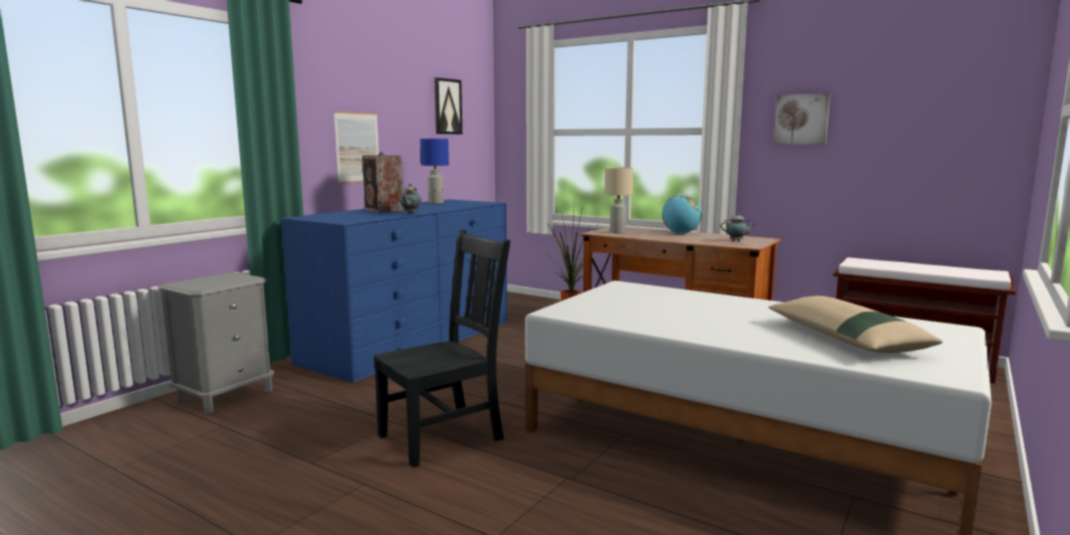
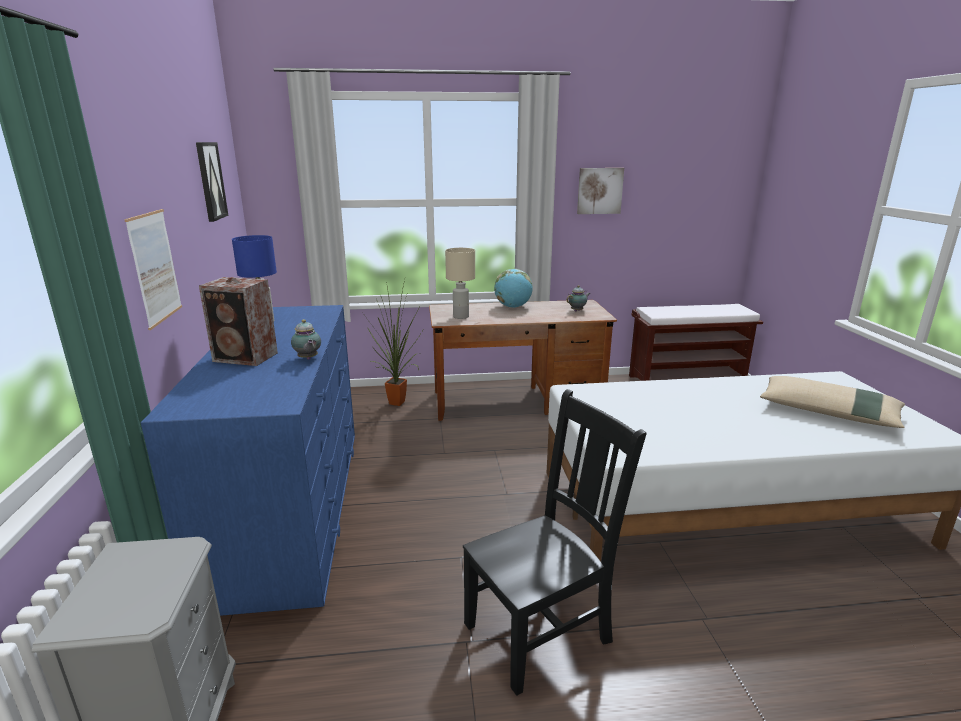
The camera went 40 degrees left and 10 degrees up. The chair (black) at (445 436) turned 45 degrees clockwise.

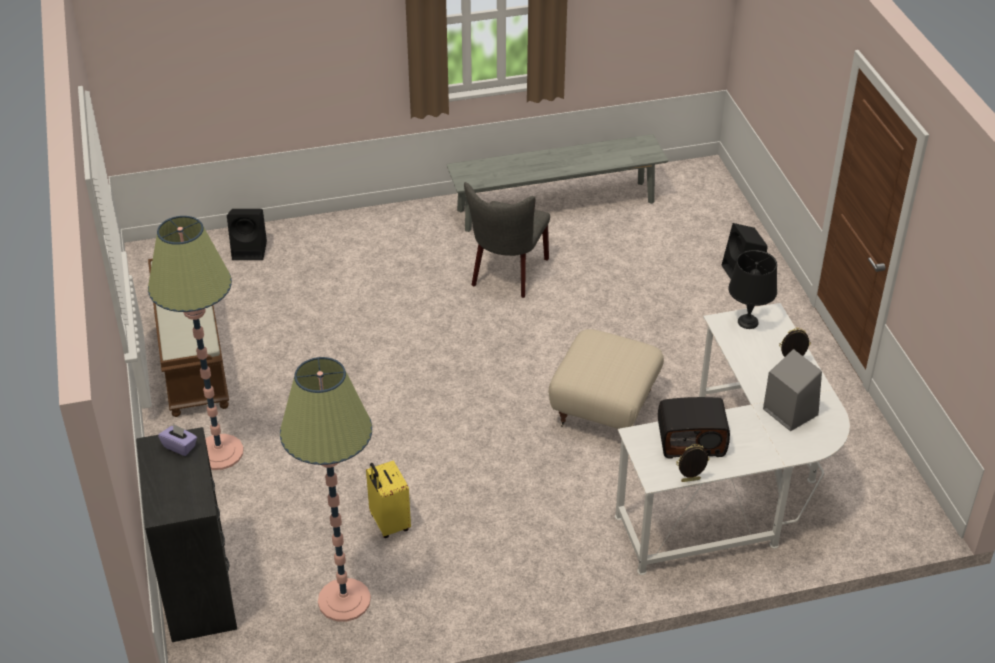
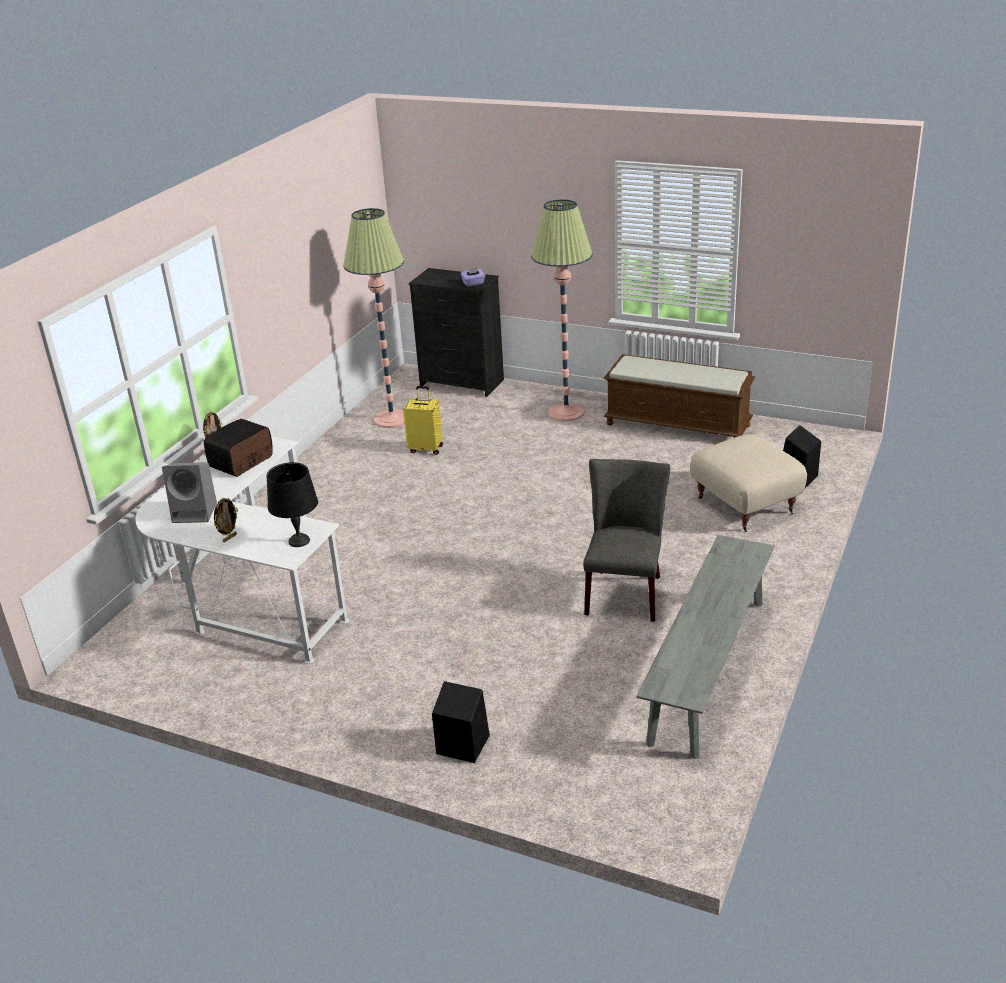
The camera went 130 degrees right and 10 degrees down. The ottoman (beige) moved from (605 408) to (745 506). The chair (grey) at (507 275) turned 45 degrees clockwise.

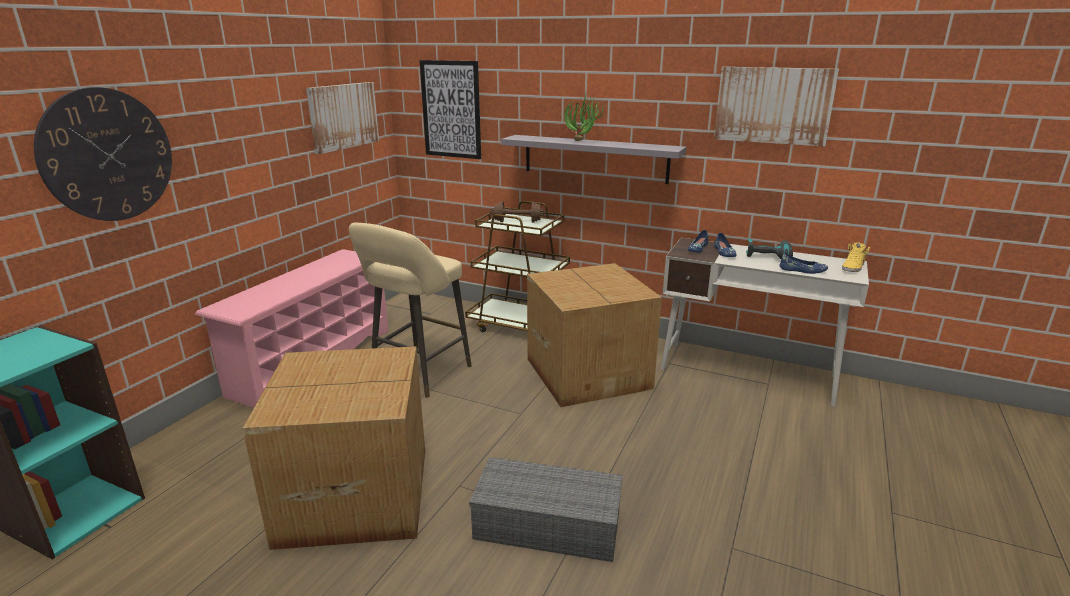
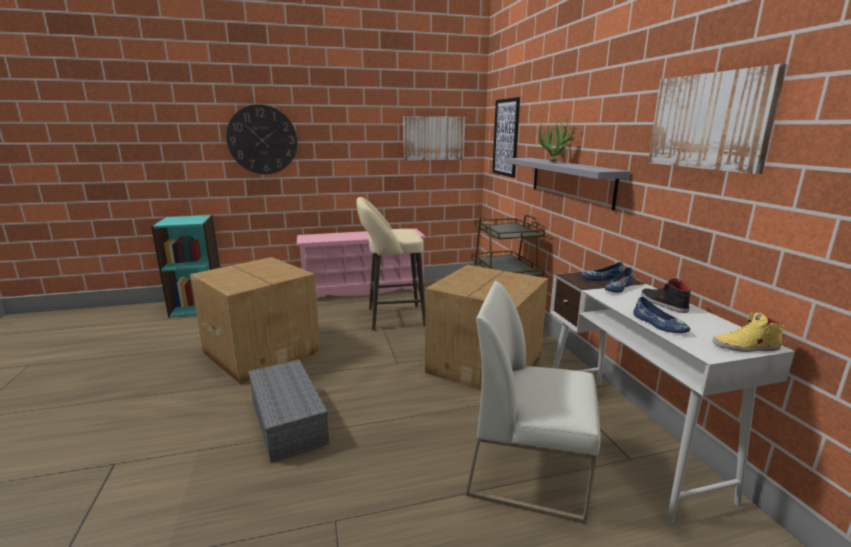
The camera went 50 degrees right and 5 degrees down. The dumbbell (brown) at (517 221) disappeared. The chair (white) at (529 470) appeared. The power drill at (768 255) was replaced by the shoe (black) at (662 303).

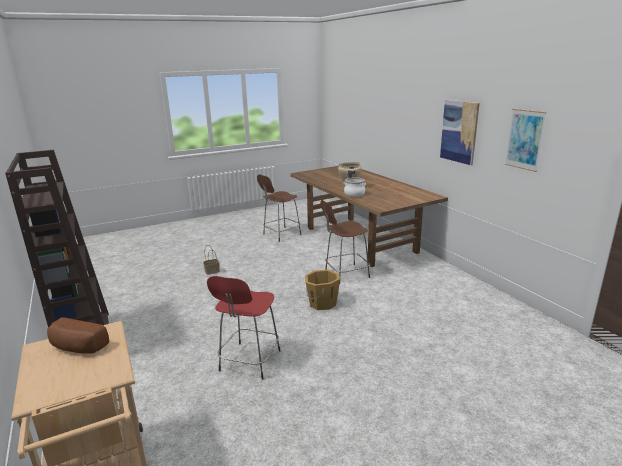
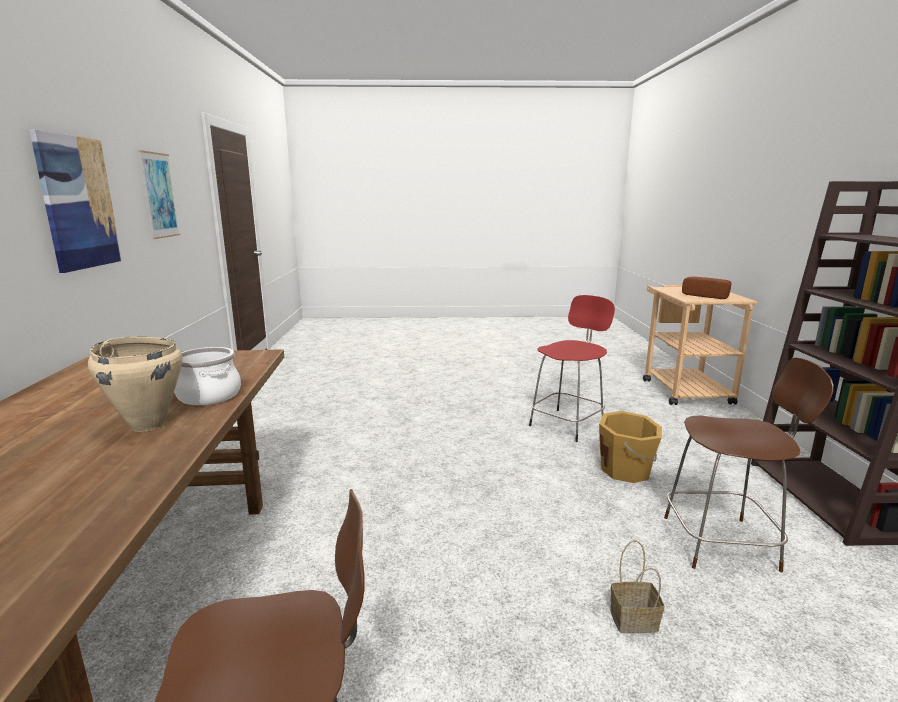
The camera went 155 degrees left and 5 degrees down. The bucket (orange) moved from (322 303) to (626 470). The chair (brown) moved from (345 274) to (723 543).

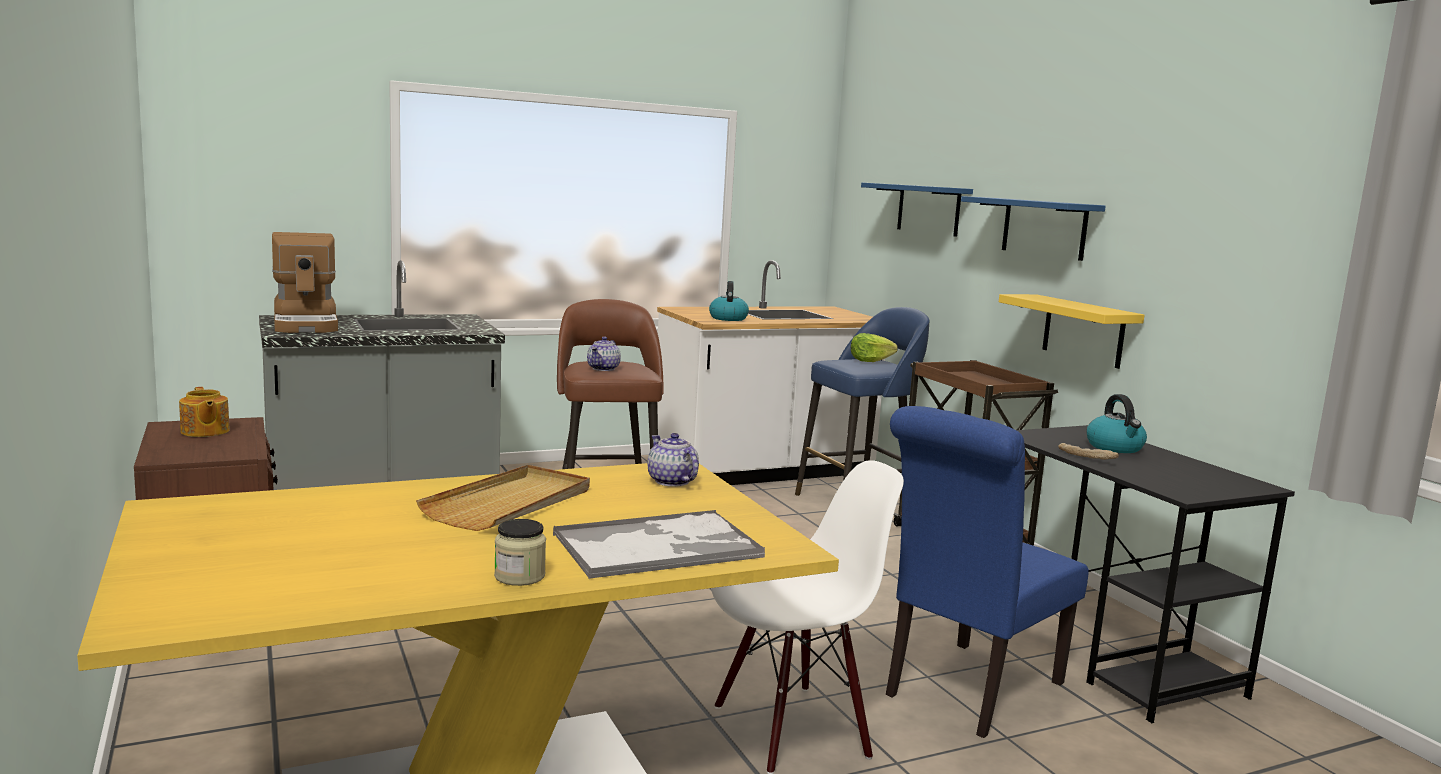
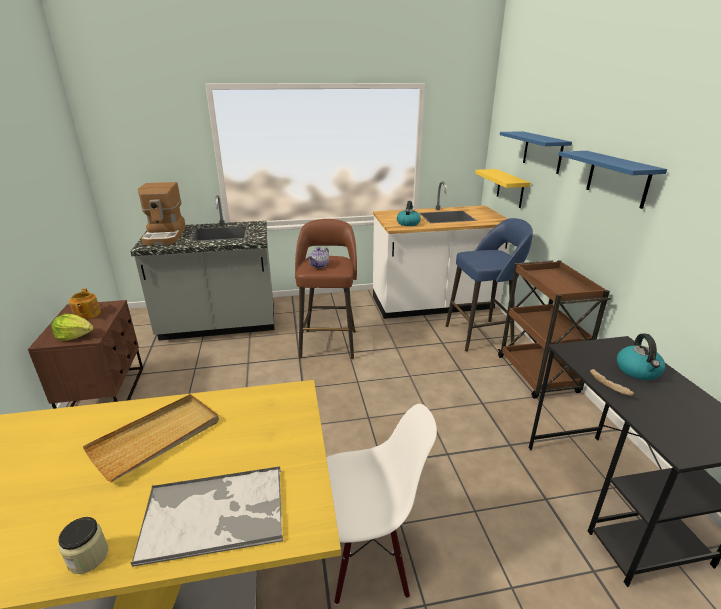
The camera went 15 degrees right and 15 degrees up. The teapot at (672 481) disappeared. The chair (blue) at (967 691) disappeared. The lettuce moved from (870 361) to (75 336). The shelf (yellow) moved from (1083 331) to (510 188).

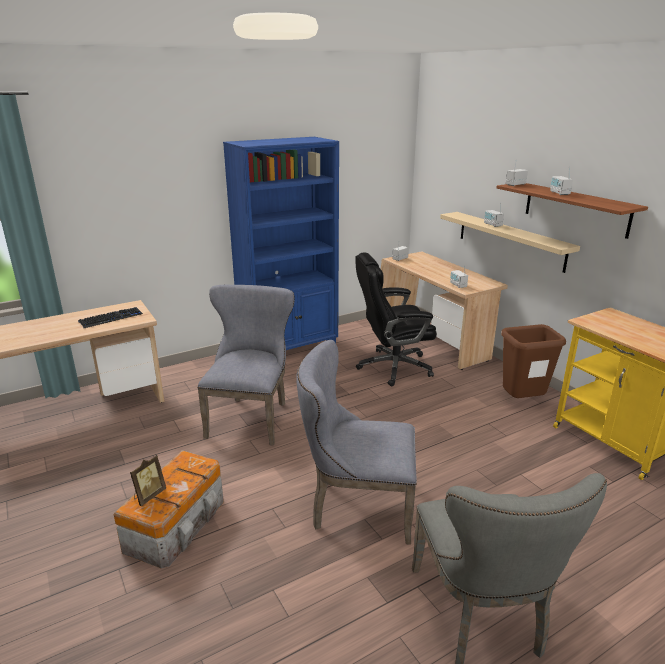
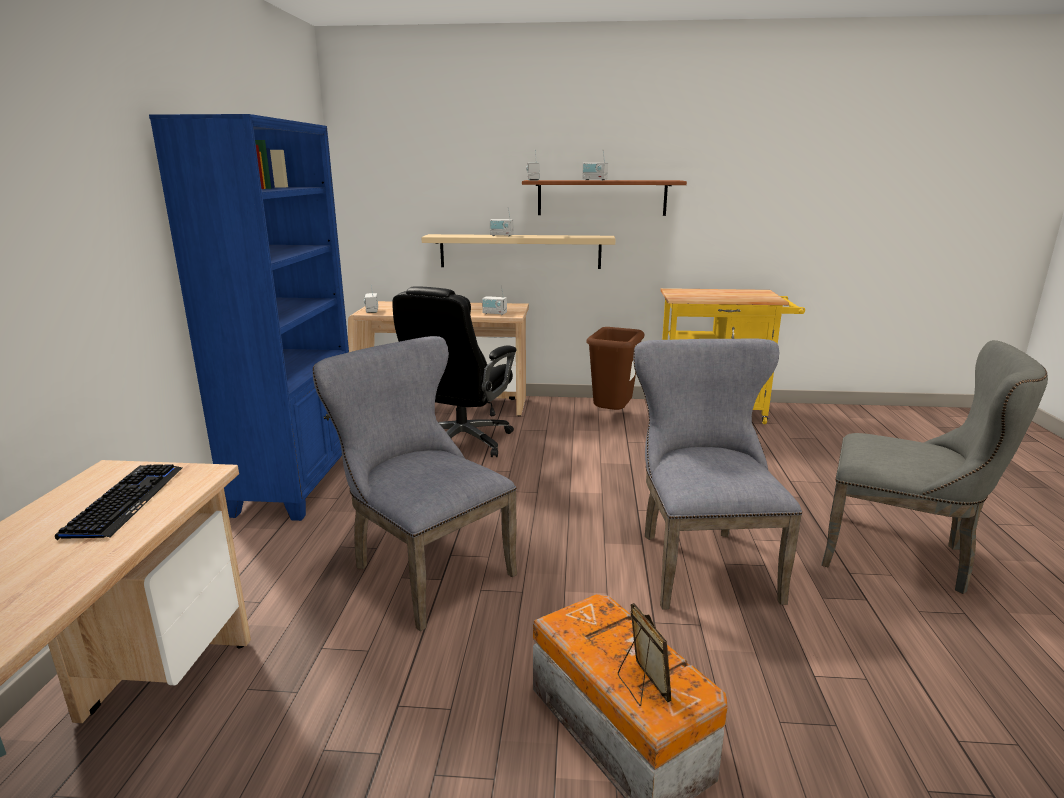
The camera went 55 degrees left and 5 degrees down. The chair (grey) at (356 507) turned 135 degrees clockwise.

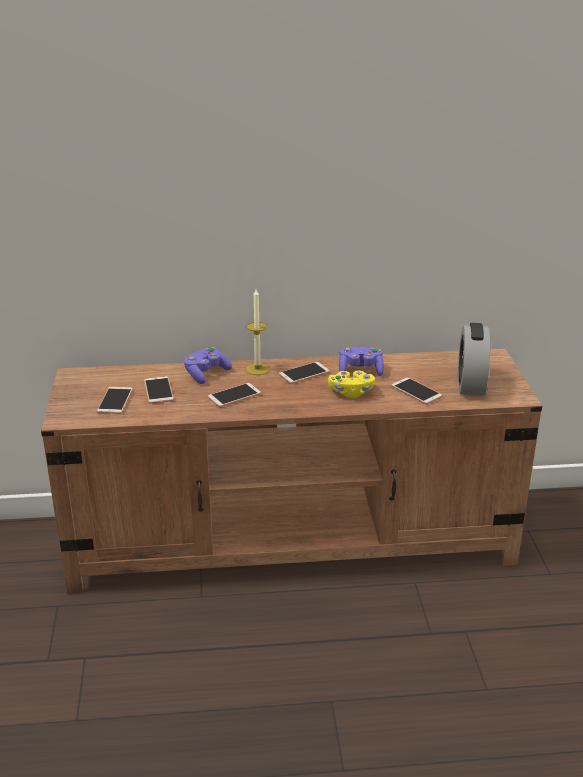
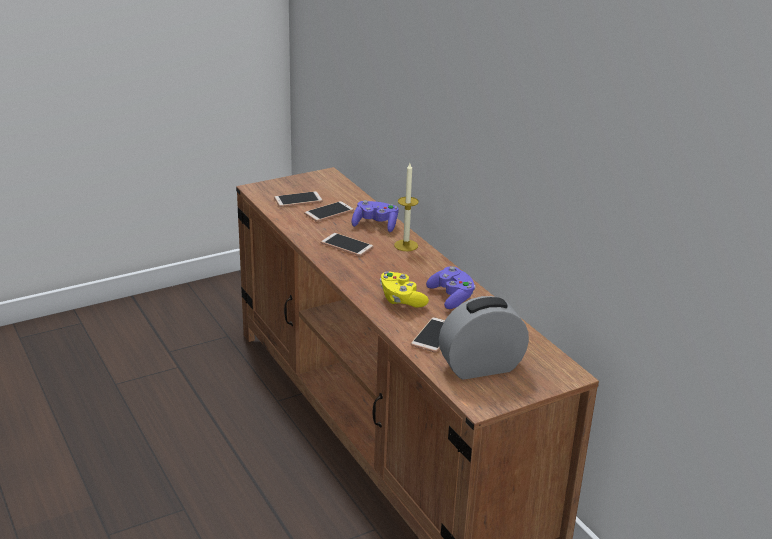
The camera went 65 degrees right and 0 degrees up. The phone at (304 373) disappeared.

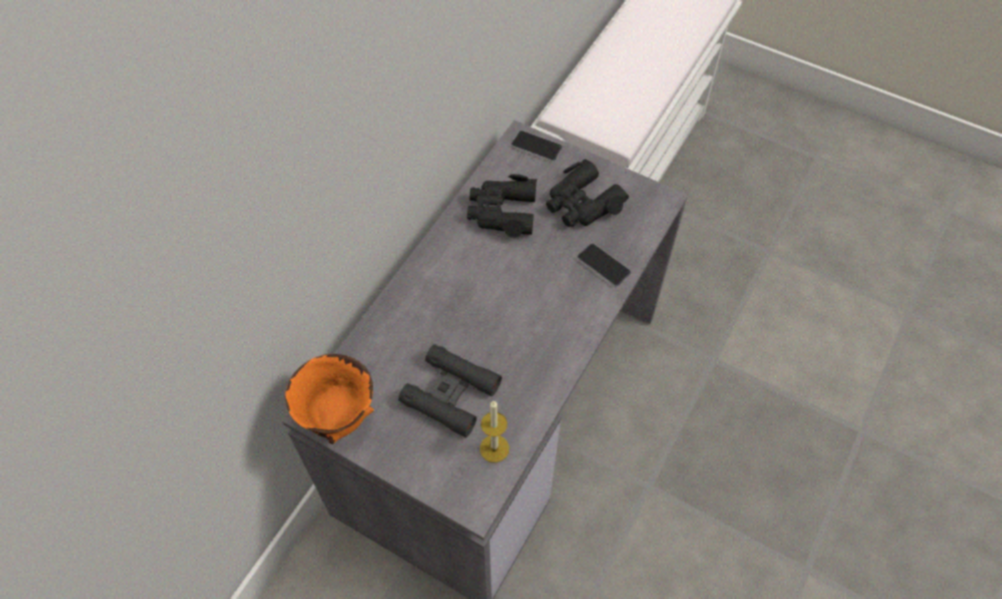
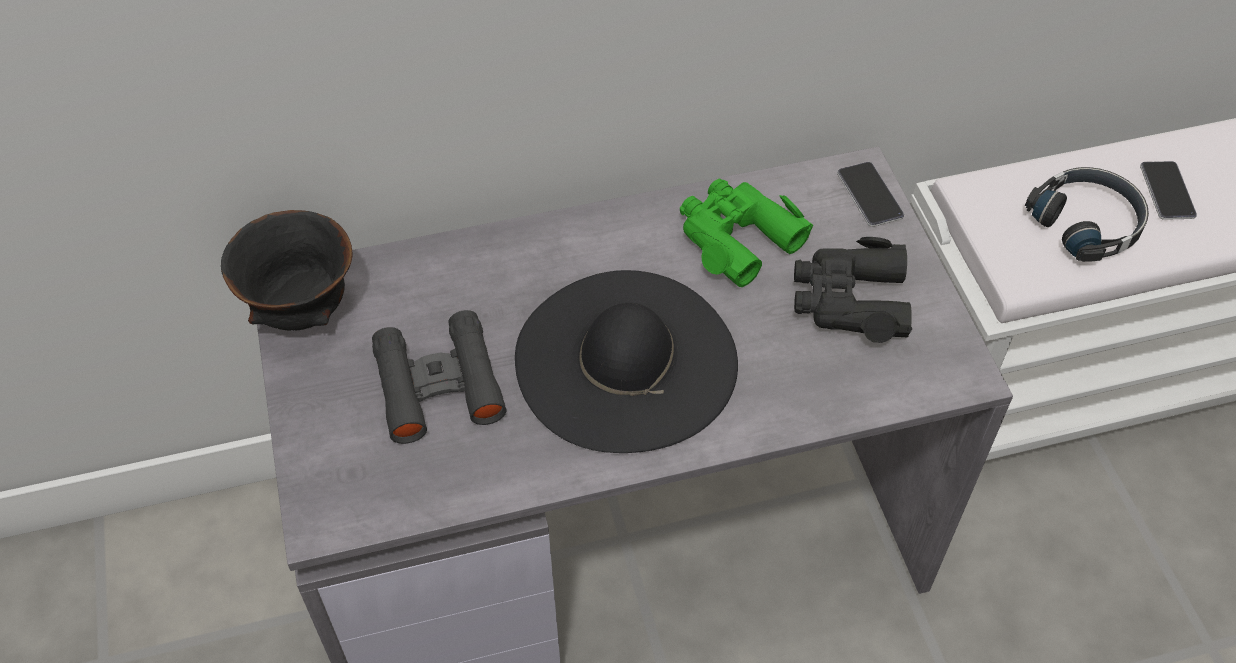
The camera went 45 degrees right and 5 degrees down. The candle at (494 448) disappeared. The hat (black) at (625 360) appeared. The headphones (black) at (1087 222) appeared. The phone moved from (603 266) to (1166 191). The bowl (orange) at (338 416) became the bowl (black) at (304 310). The binoculars (black) at (502 212) became the binoculars (green) at (736 237).

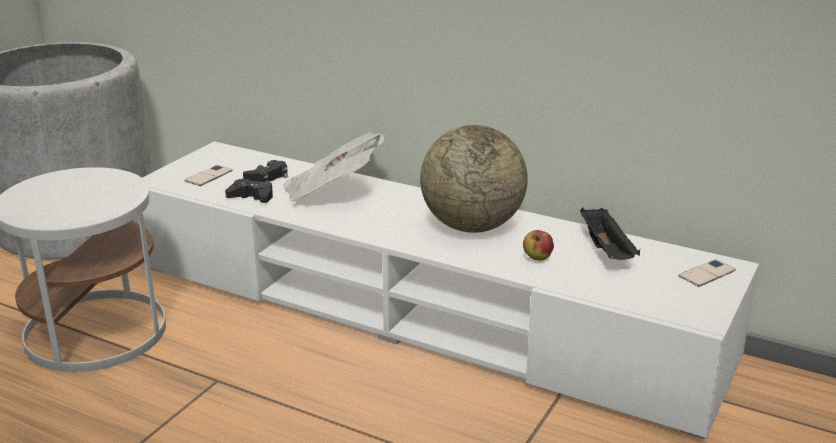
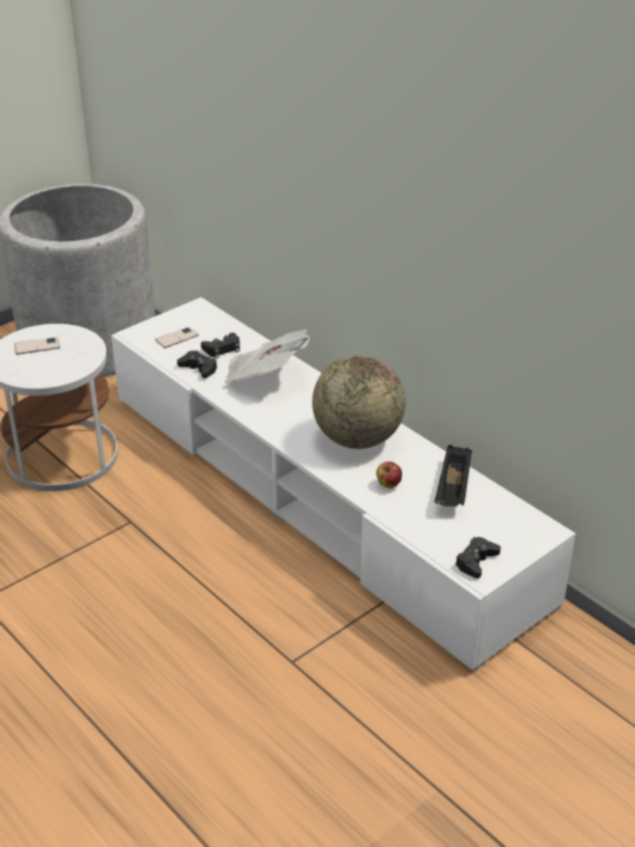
The camera went 20 degrees right and 10 degrees up. The game controller (black) at (476 561) appeared. The phone moved from (707 273) to (37 346).

